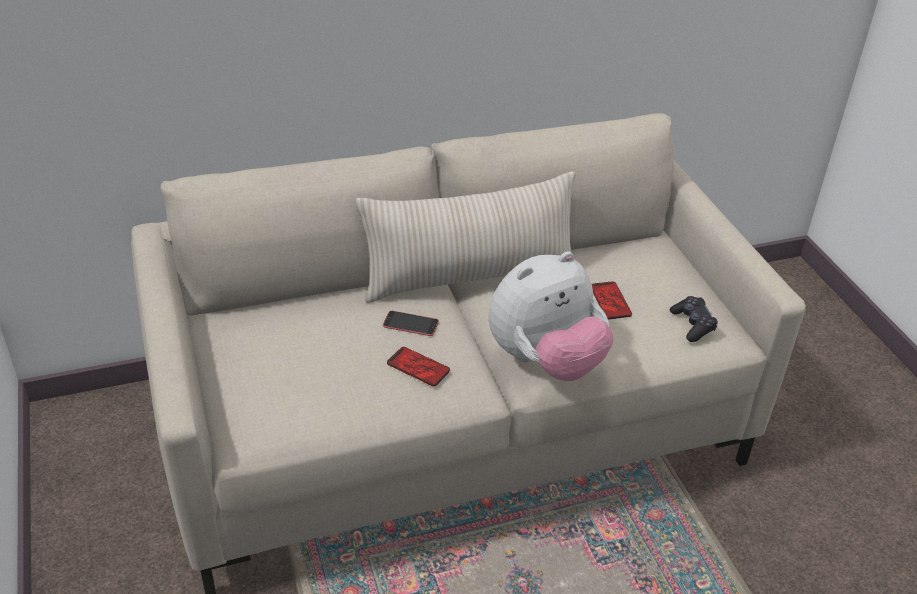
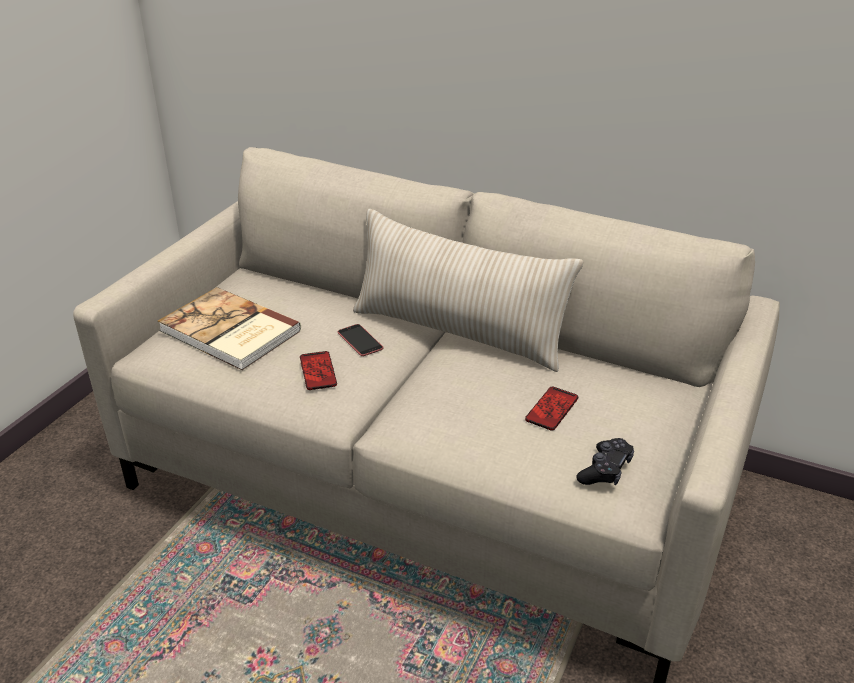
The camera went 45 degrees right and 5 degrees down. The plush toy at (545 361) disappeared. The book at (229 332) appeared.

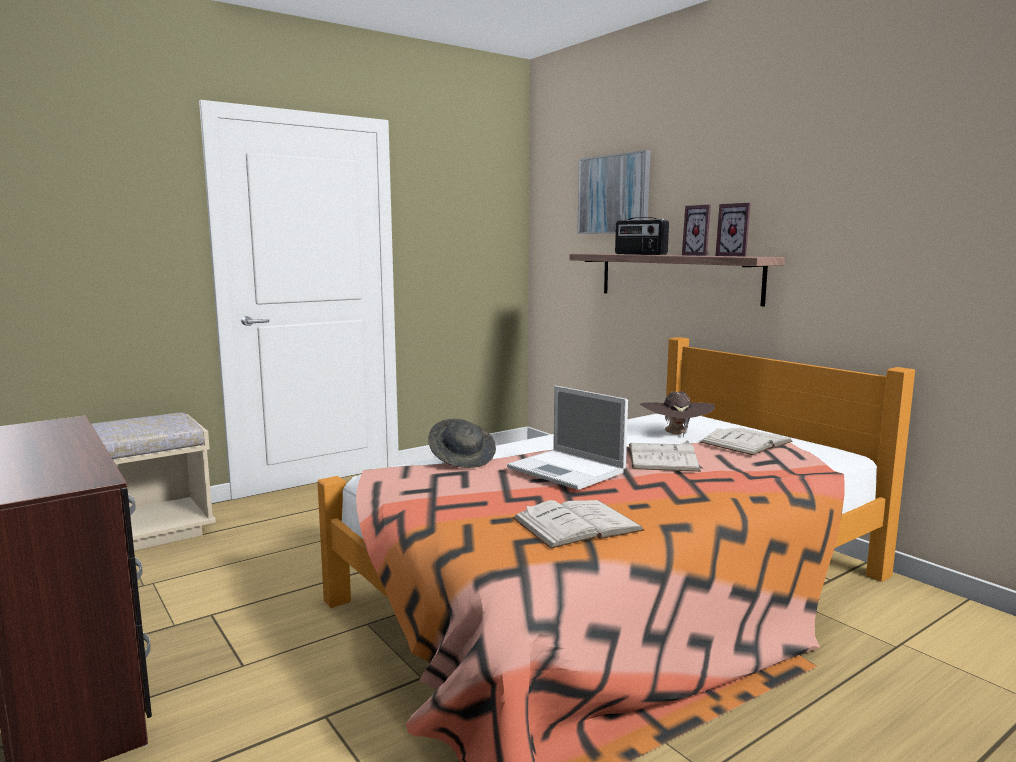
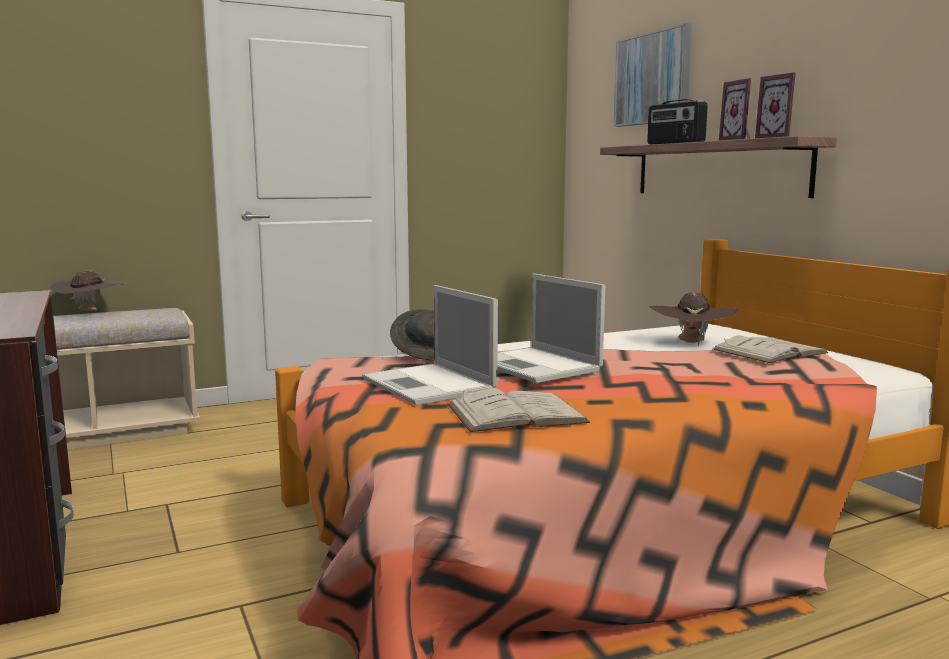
The camera went 10 degrees right and 0 degrees up. The book (white) at (662 457) disappeared. The hat (brown) at (89 313) appeared. The laptop at (430 385) appeared.

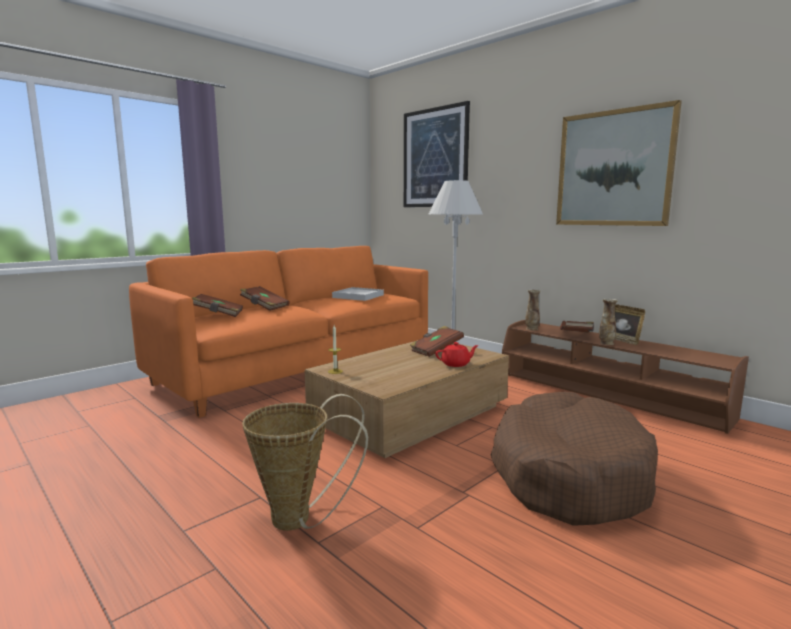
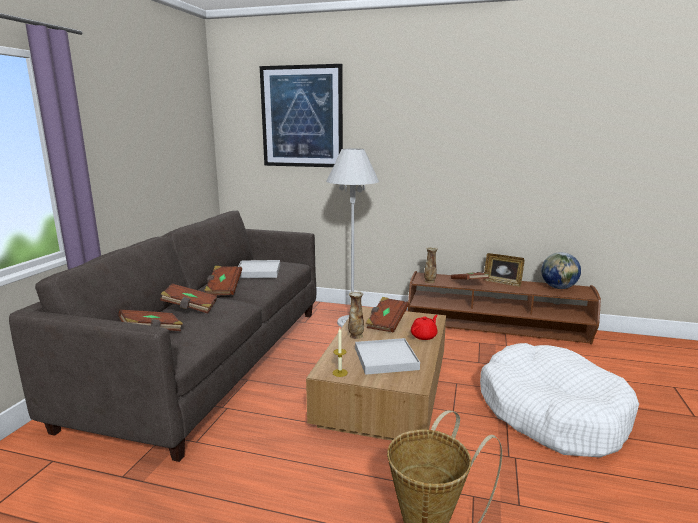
The camera went 30 degrees left and 5 degrees up. The picture at (613 168) disappeared. The book (brown) at (223 289) appeared. The tray (white) at (386 359) appeared. The globe at (558 288) appeared. The vase moved from (606 343) to (356 336). The sofa (orange) at (299 368) became the sofa (grey) at (210 361). The dog bed (brown) at (568 475) became the dog bed (white) at (551 413).

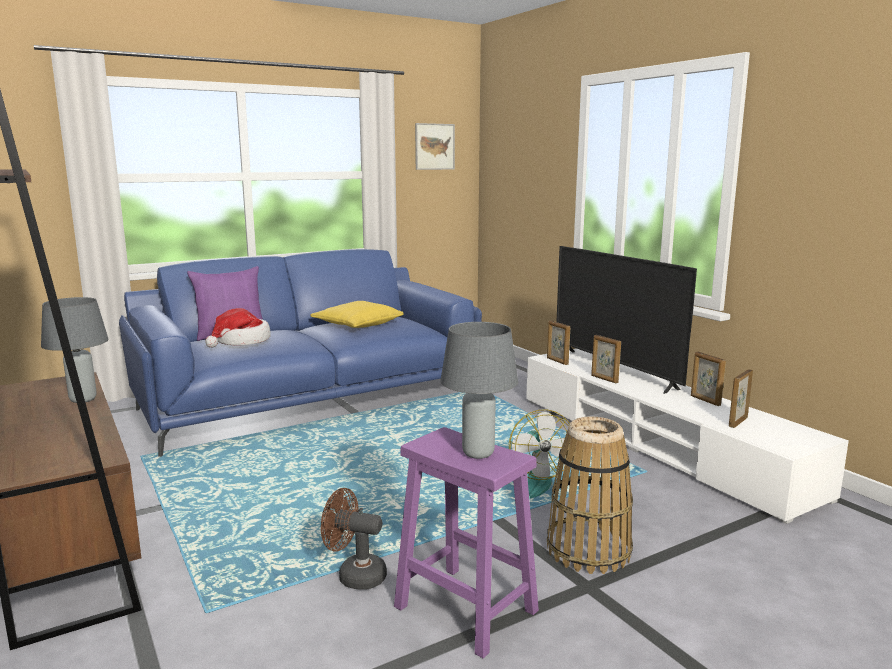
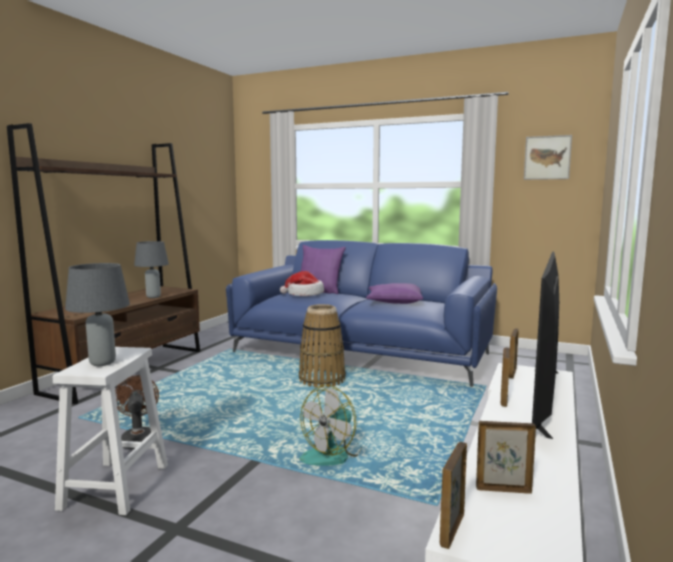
The camera went 55 degrees right and 5 degrees down. The basket moved from (588 550) to (321 380). The picture frame moved from (705 400) to (451 530). The pillow (yellow) at (357 324) became the pillow (purple) at (394 301). The stool (purple) at (463 608) became the stool (white) at (116 485).

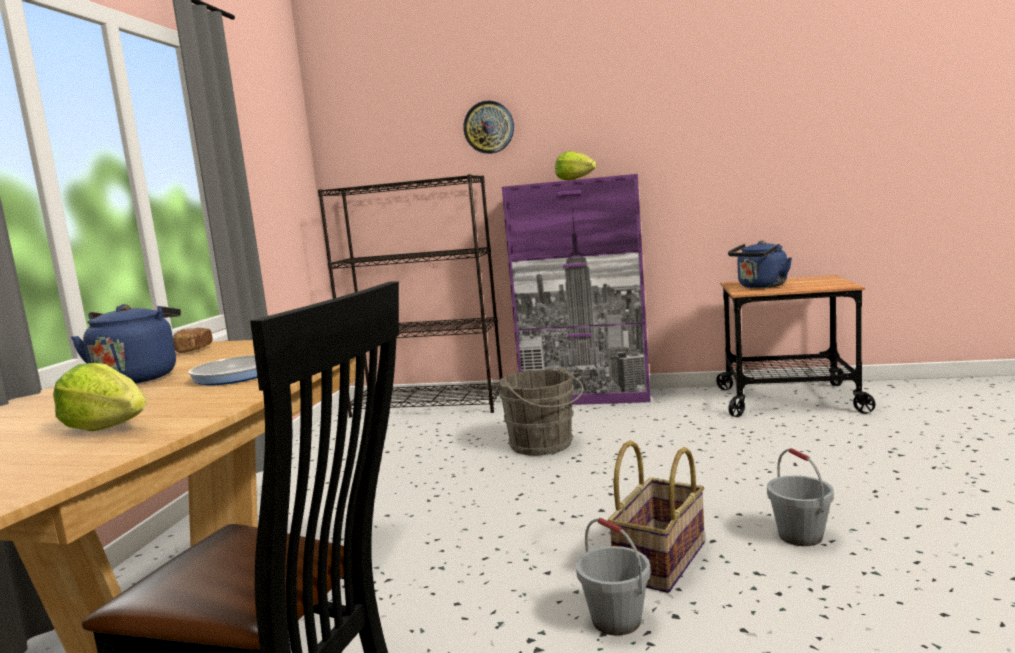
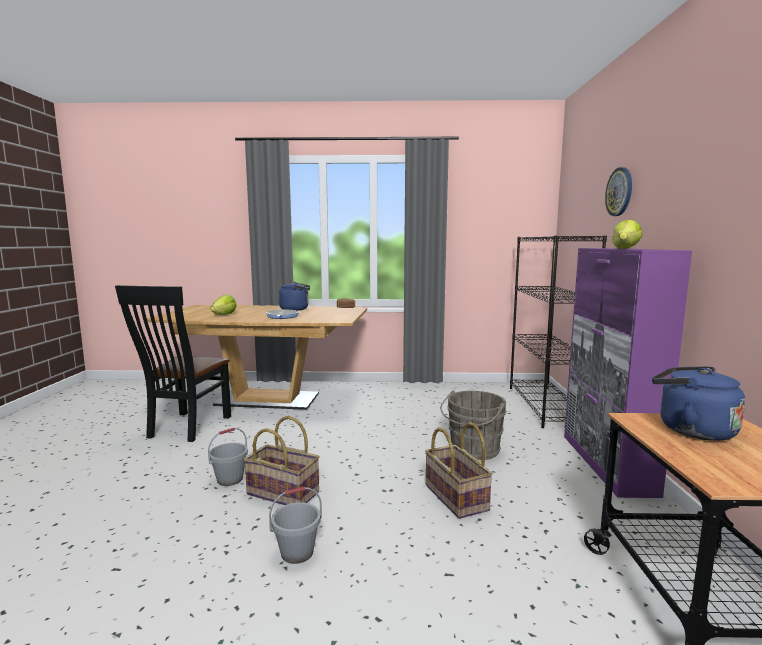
The camera went 80 degrees right and 0 degrees up. The basket at (454 497) appeared.

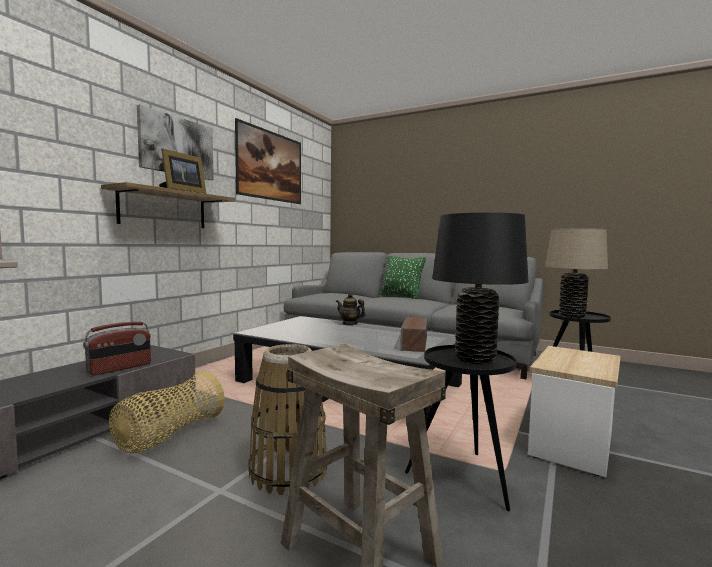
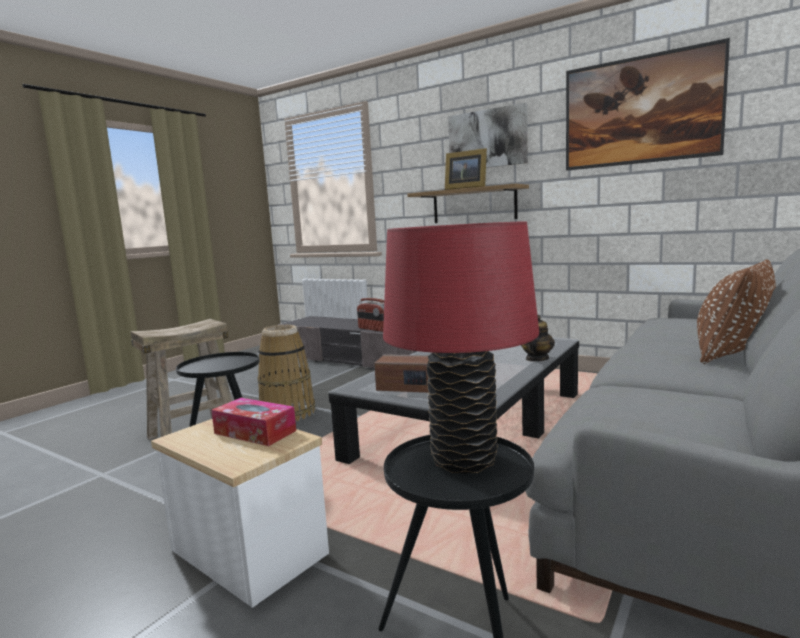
The camera went 95 degrees right and 5 degrees up. The basket at (169 435) disappeared. The table lamp (black) at (475 359) disappeared. The tissue box at (255 432) appeared. The pillow (green) at (401 296) became the pillow (brown) at (731 354). The table lamp (beige) at (572 316) became the table lamp (red) at (464 460).

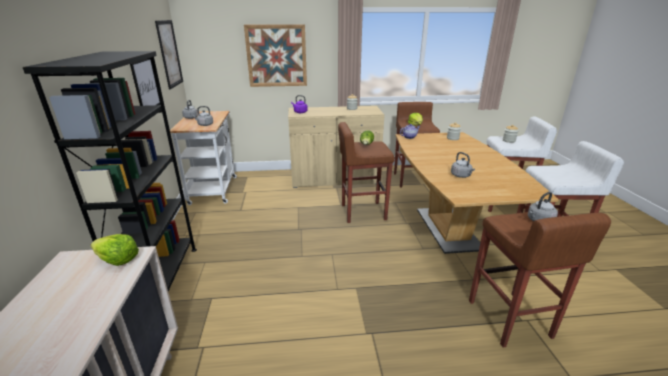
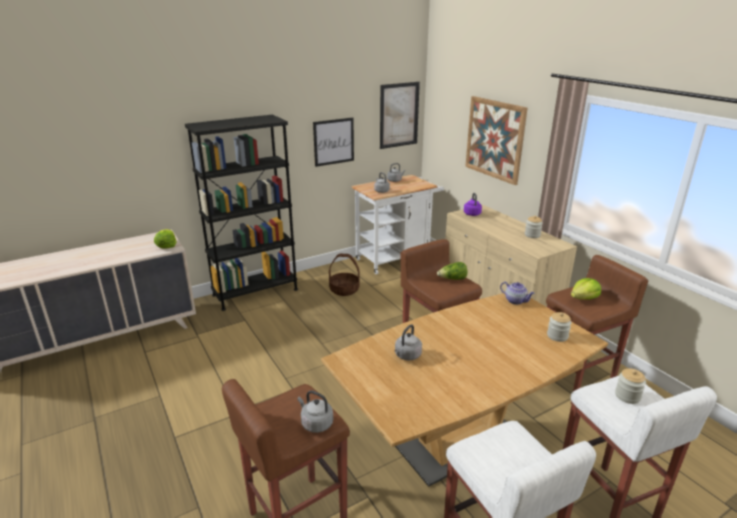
The camera went 65 degrees right and 0 degrees up. The basket at (344 289) appeared.

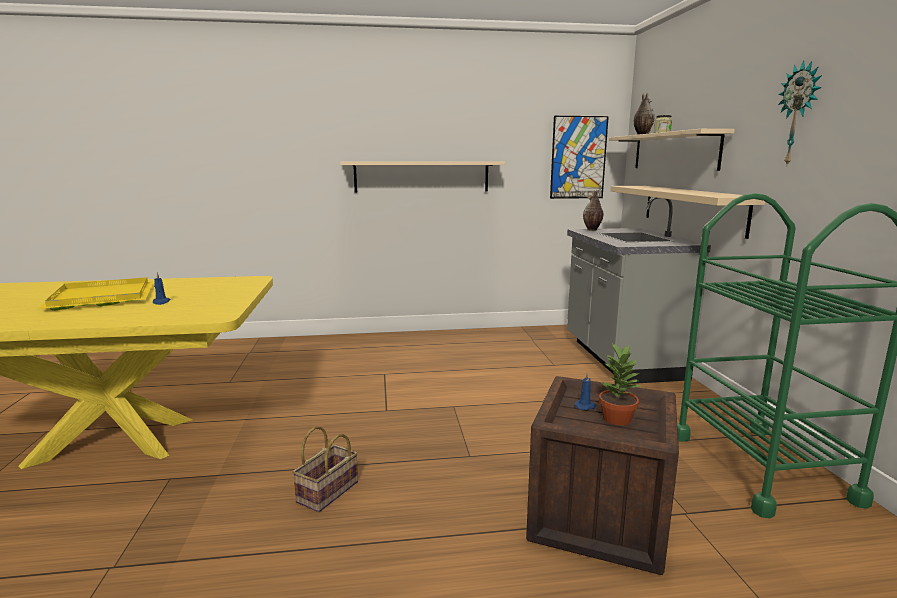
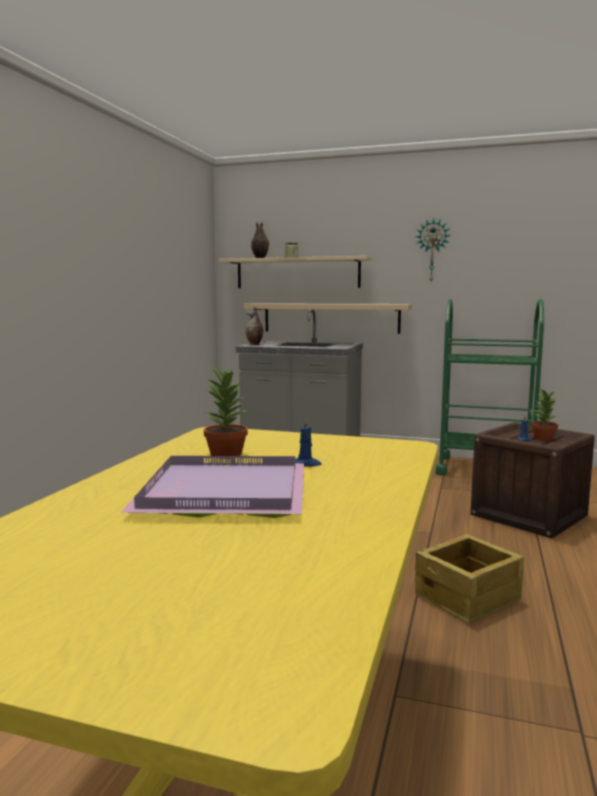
The camera went 65 degrees left and 5 degrees down. The shelf (beige) at (422 176) disappeared. The picture at (578 157) disappeared. The potted plant at (226 454) appeared. The basket at (327 493) was replaced by the crate at (468 597). The tray (yellow) at (104 297) became the tray (purple) at (221 491).

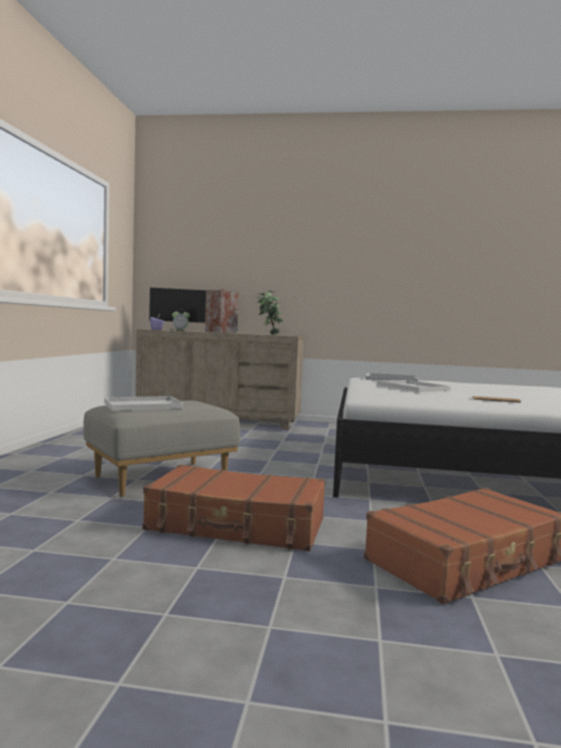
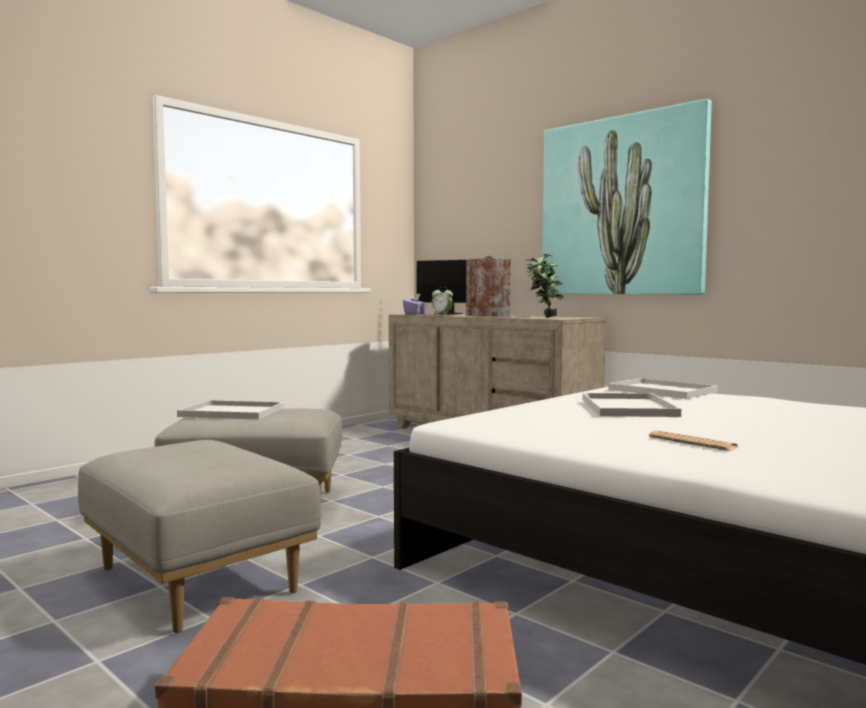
The camera went 35 degrees right and 0 degrees up. The picture at (621 207) appeared. The suitcase (brown) at (237 525) was replaced by the ottoman (grey) at (200 580).

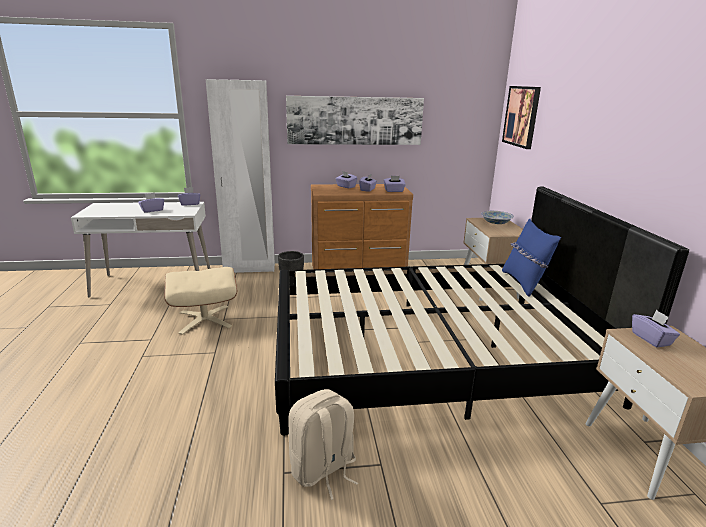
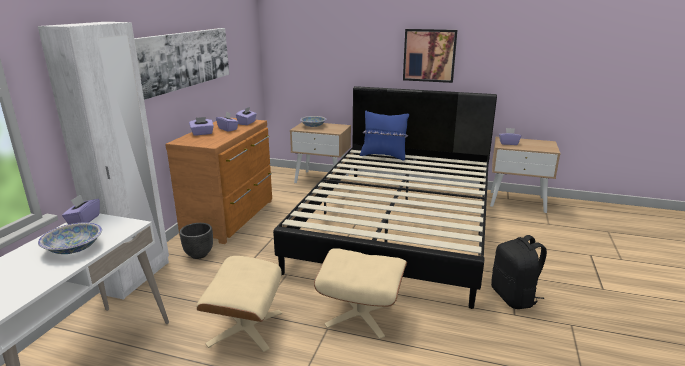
The camera went 65 degrees left and 0 degrees up. The ottoman (beige) at (361 314) appeared. The picture moved from (521 116) to (429 55). The tissue box (purple) at (152 210) was replaced by the bowl at (74 248). The backpack (beige) at (323 470) became the backpack (black) at (514 297).

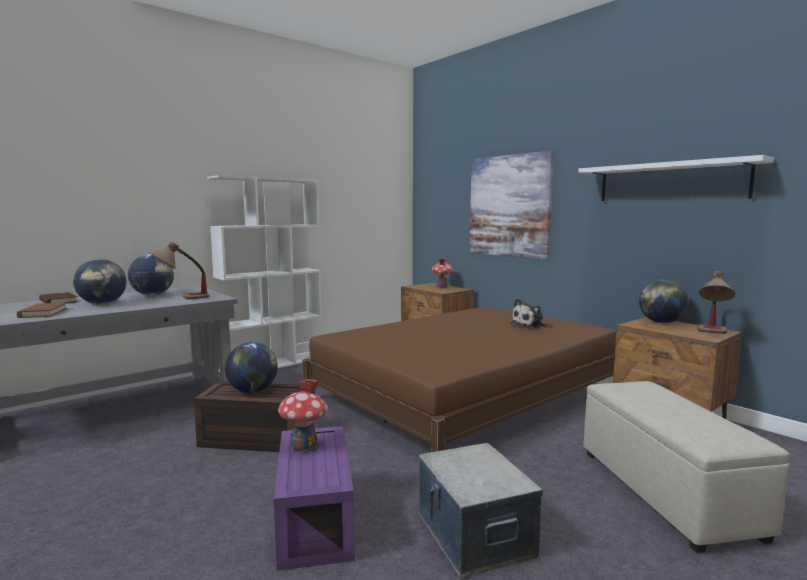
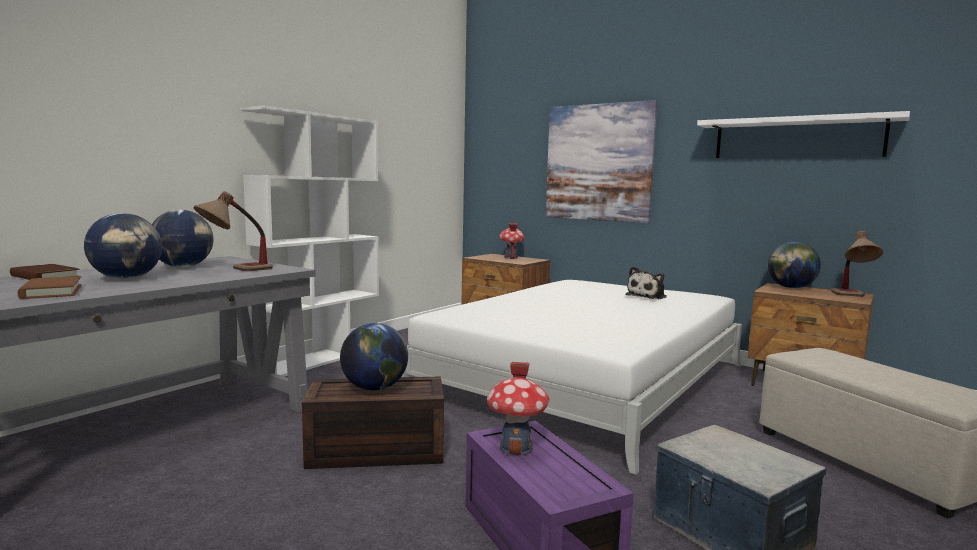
The camera went 15 degrees left and 0 degrees up. The bed (brown) at (466 395) became the bed (white) at (585 380).

